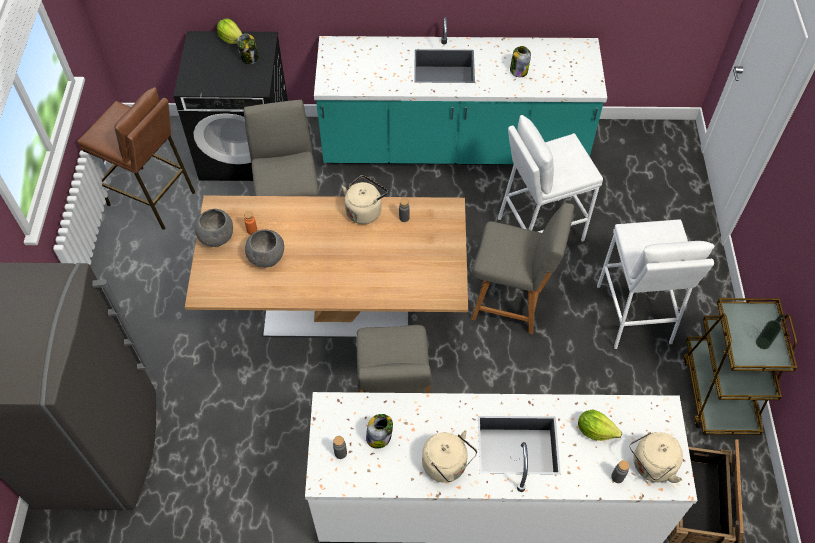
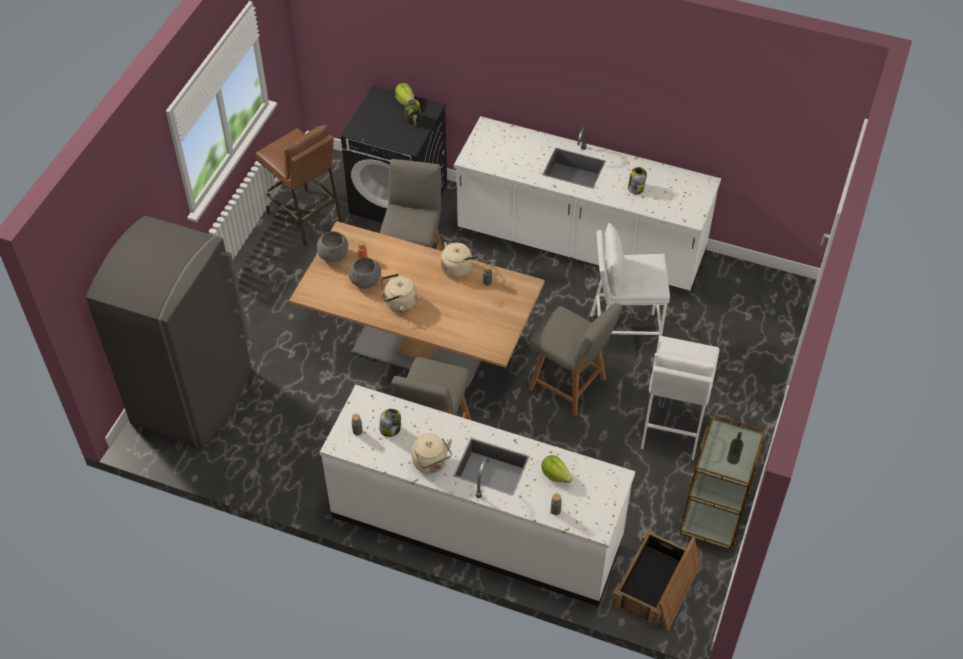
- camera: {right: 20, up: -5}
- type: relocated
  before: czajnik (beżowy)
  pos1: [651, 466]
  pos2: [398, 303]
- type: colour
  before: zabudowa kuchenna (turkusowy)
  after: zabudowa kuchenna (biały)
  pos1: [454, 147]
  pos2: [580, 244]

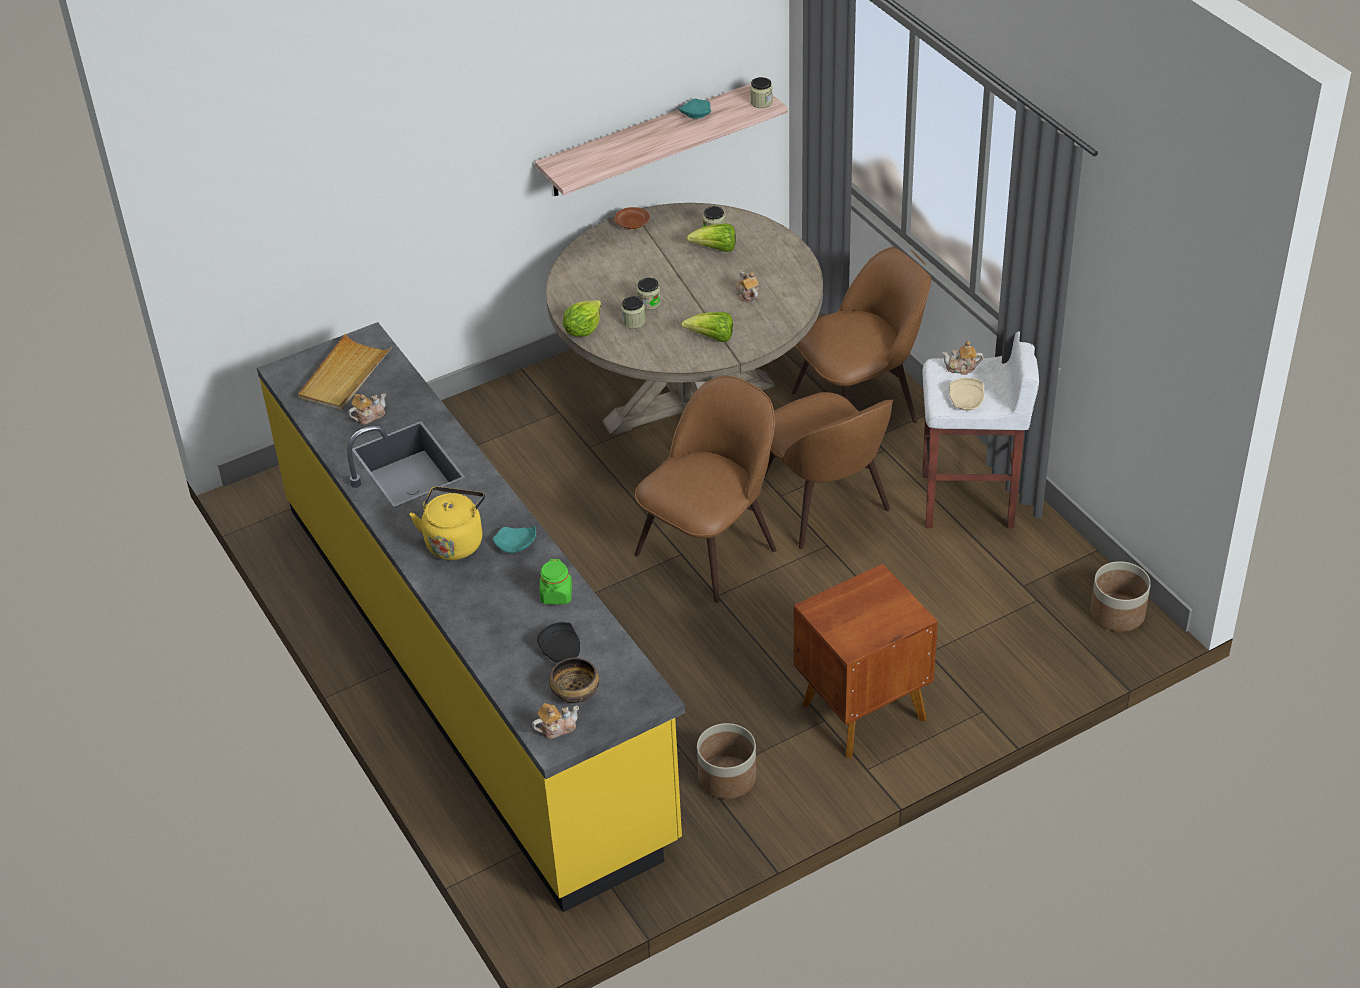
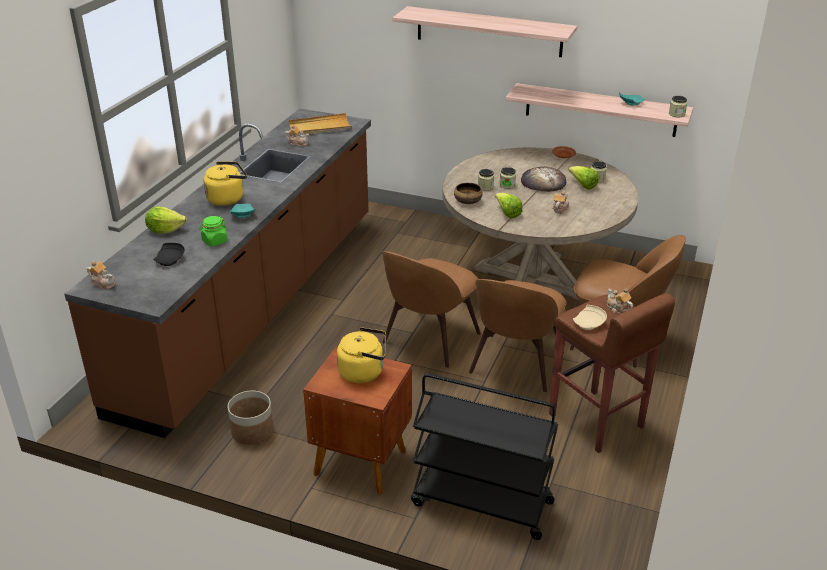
- camera: {right: 50, up: -10}
- type: colour
  before: zabudowa kuchenna (żółty)
  after: zabudowa kuchenna (brązowy)
  pos1: [473, 666]
  pos2: [256, 306]
- type: relocated
  before: sałata
  pos1: [583, 330]
  pos2: [165, 230]
- type: appeared
  after: czajnik (żółty)
  pos2: [364, 372]
- type: spun
  before: krzesło (brązowy)
  pos1: [709, 548]
  pos2: [429, 340]
  turn: 120
- type: appeared
  after: półka
  pos2: [489, 31]
- type: appeared
  after: wózek (czarny)
  pos2: [481, 503]
- type: relocated
  before: miska
  pos1: [575, 691]
  pos2: [467, 201]
- type: appeared
  after: chleb
  pos2: [543, 182]
- type: colour
  before: stołek (biały)
  after: stołek (brązowy)
  pos1: [969, 502]
  pos2: [596, 422]
- type: missing
  before: donica
  pos1: [1117, 613]

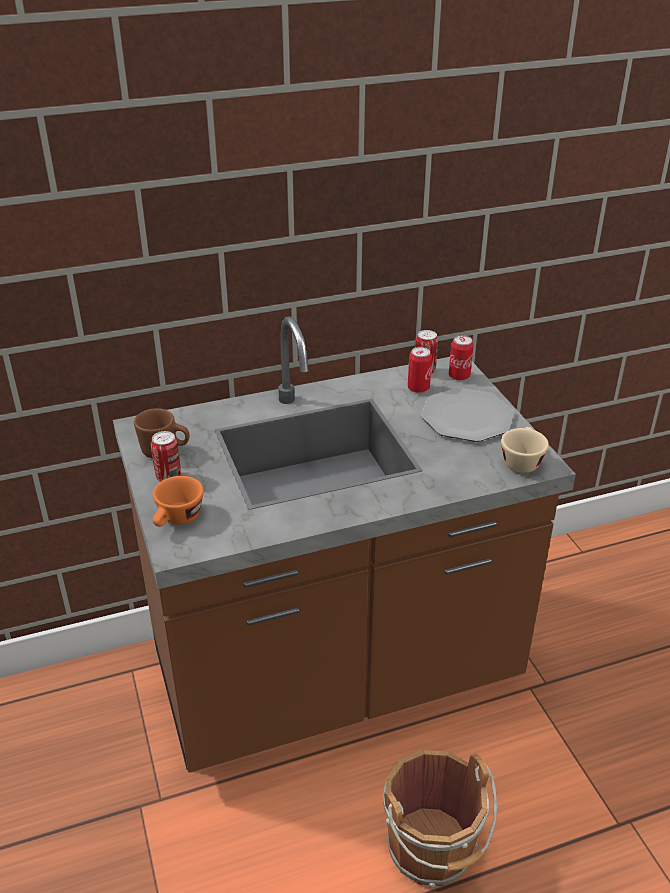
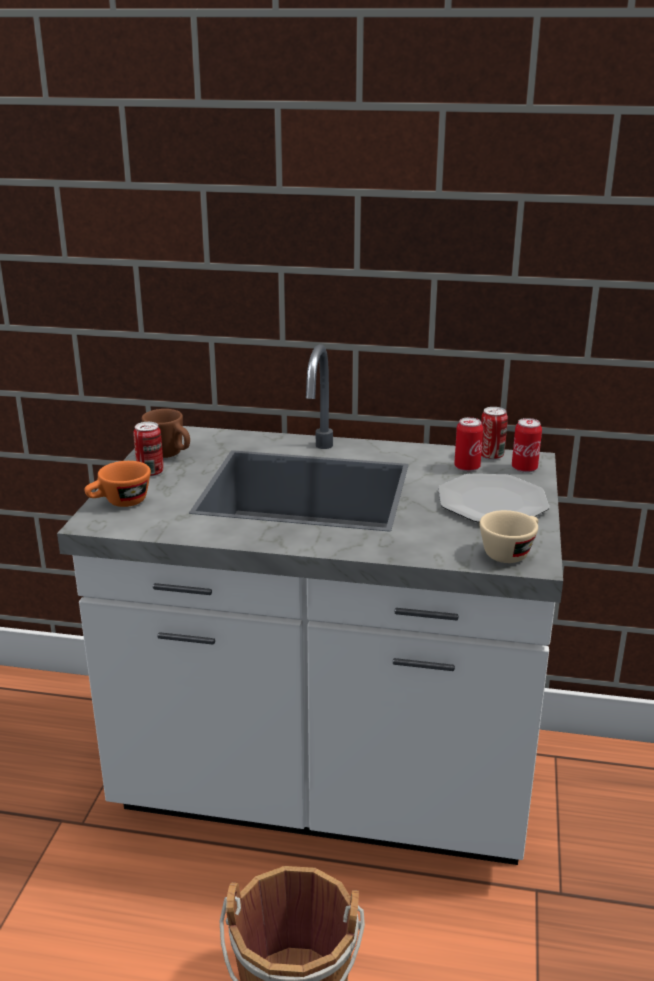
- camera: {right: 30, up: -10}
- type: colour
  before: zabudowa kuchenna (brązowy)
  after: zabudowa kuchenna (biały)
  pos1: [335, 675]
  pos2: [327, 786]

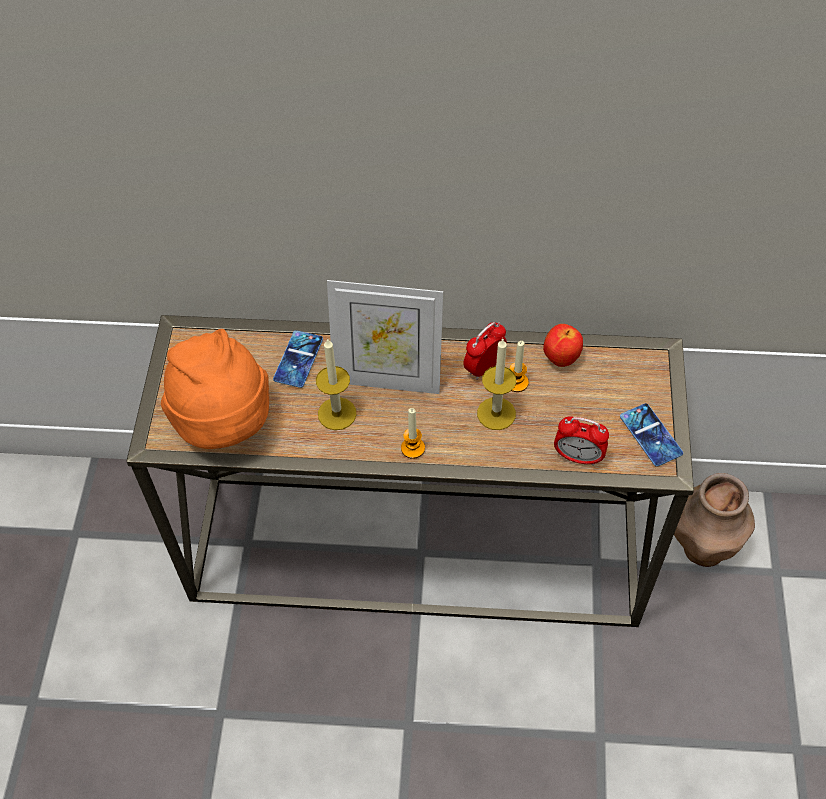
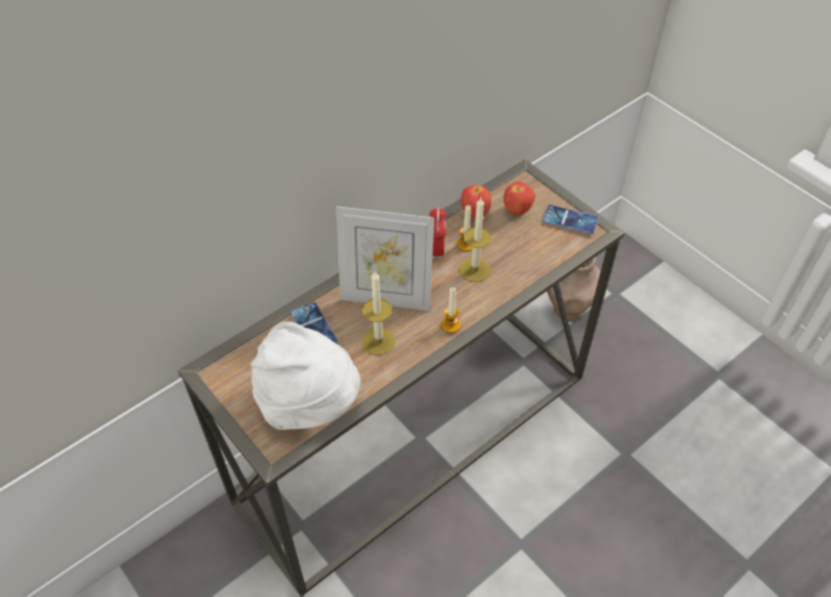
- camera: {right: -45, up: -5}
- type: colour
  before: kapelusz (pomarańczowy)
  after: kapelusz (biały)
  pos1: [224, 422]
  pos2: [309, 403]
- type: spun
  before: ramka na zdjęcie
  pos1: [387, 379]
  pos2: [386, 297]
  turn: 45
- type: appeared
  after: jabłko
  pos2: [517, 211]
- type: missing
  before: budzik
  pos1: [578, 457]

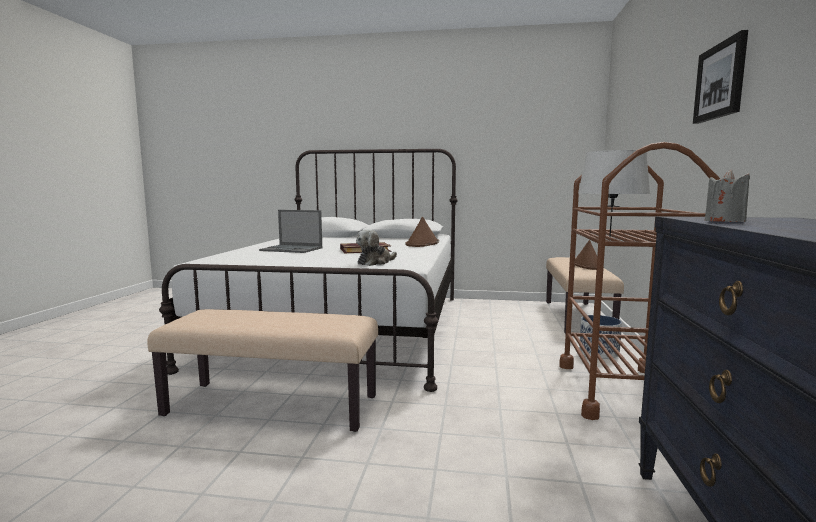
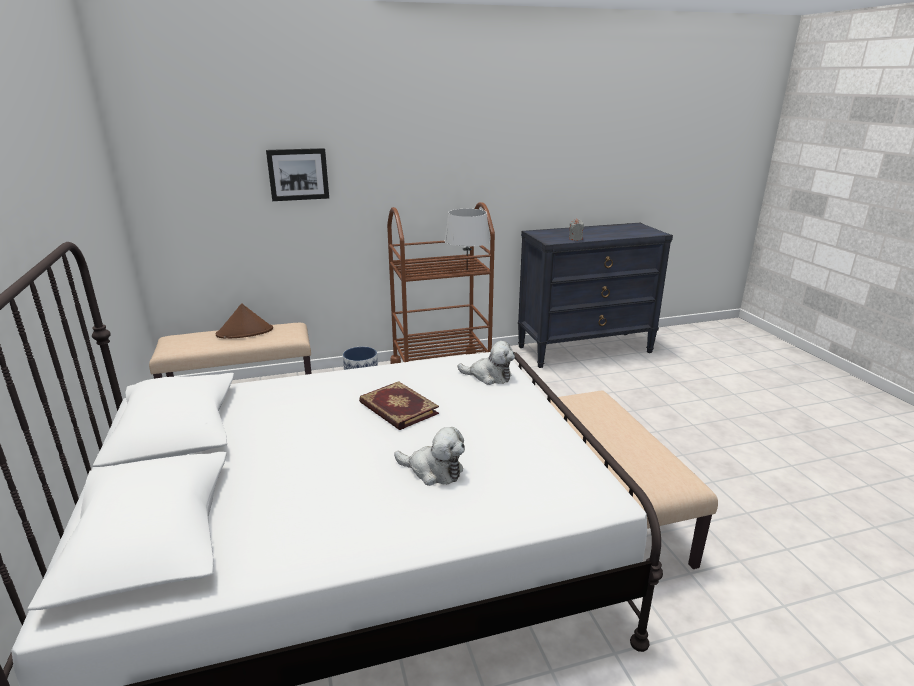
- camera: {right: -115, up: 15}
- type: relocated
  before: obraz
  pos1: [721, 81]
  pos2: [298, 174]
- type: exchanged
  before: laptop
  after: pluszak
  pos1: [292, 249]
  pos2: [433, 471]
- type: missing
  before: kapelusz (brązowy)
  pos1: [422, 244]

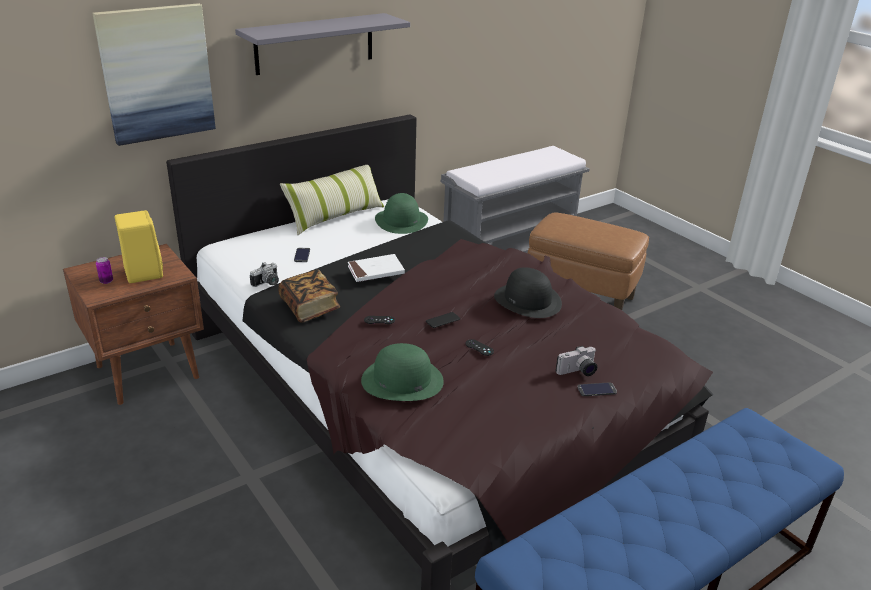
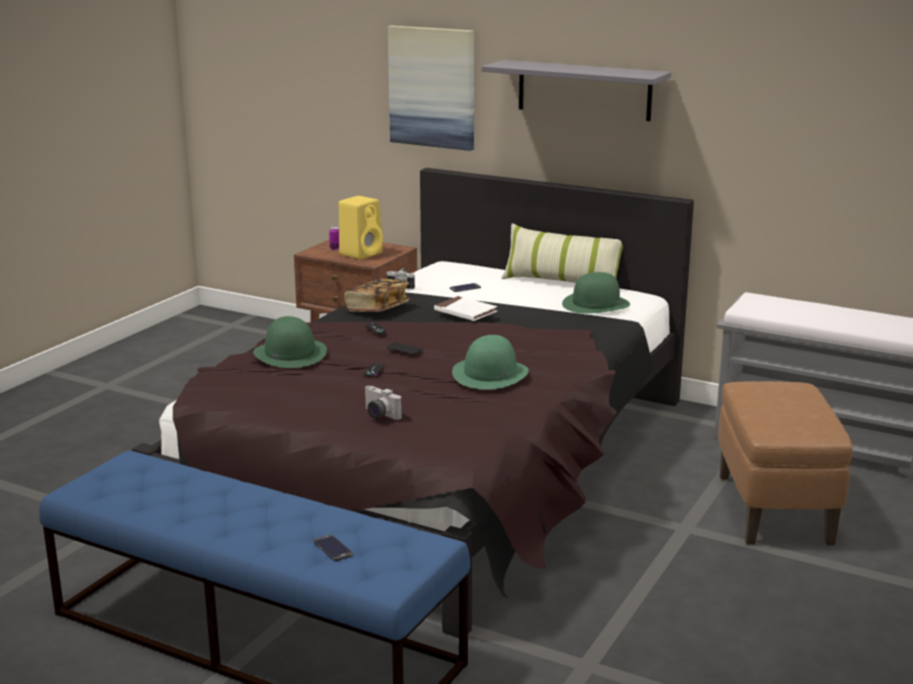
- camera: {right: 65, up: -10}
- type: relocated
  before: telefon
  pos1: [597, 390]
  pos2: [333, 548]
- type: colour
  before: kapelusz (czarny)
  after: kapelusz (zielony)
  pos1: [528, 300]
  pos2: [490, 374]

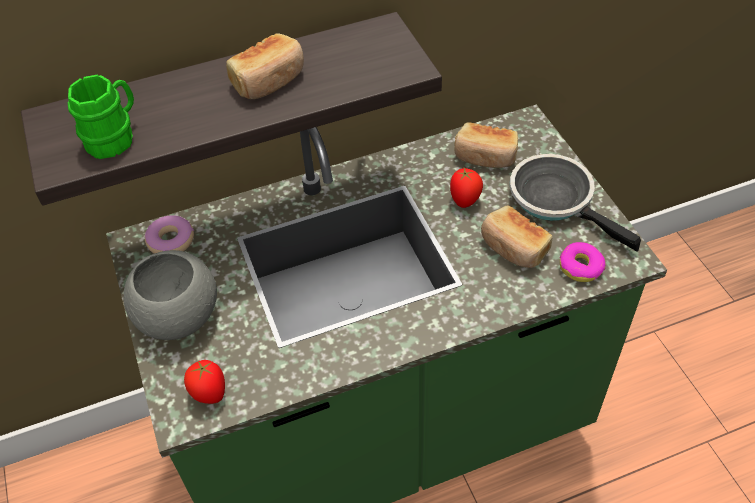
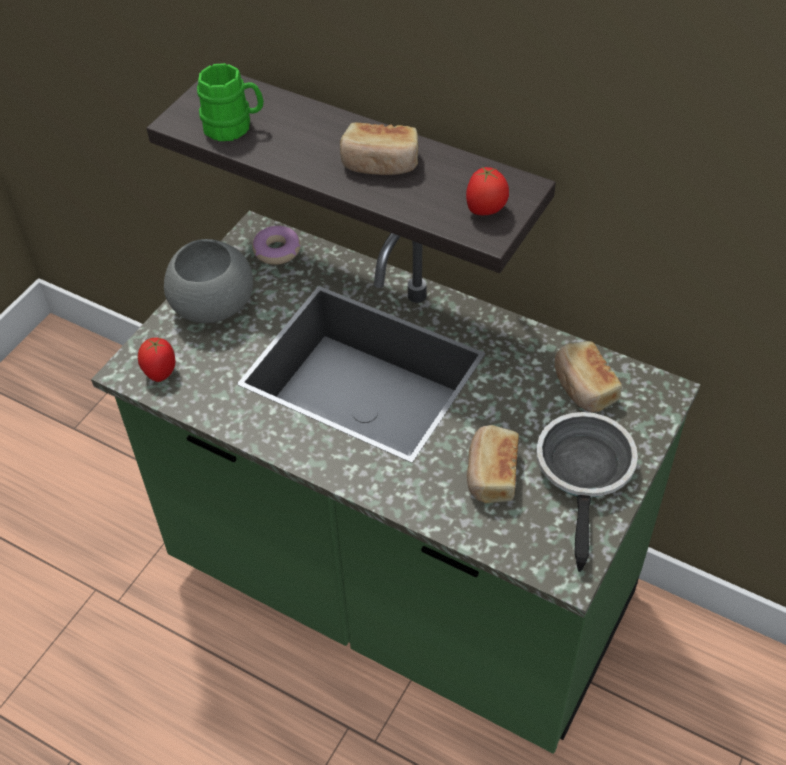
- camera: {right: 50, up: 0}
- type: relocated
  before: pomidor
  pos1: [465, 200]
  pos2: [486, 211]
- type: missing
  before: donut
  pos1: [581, 267]

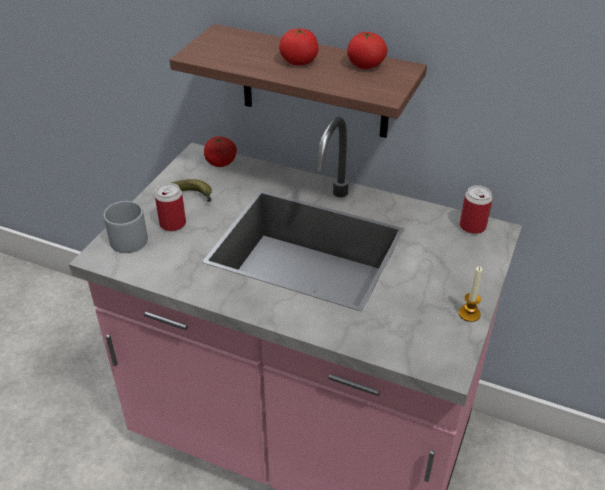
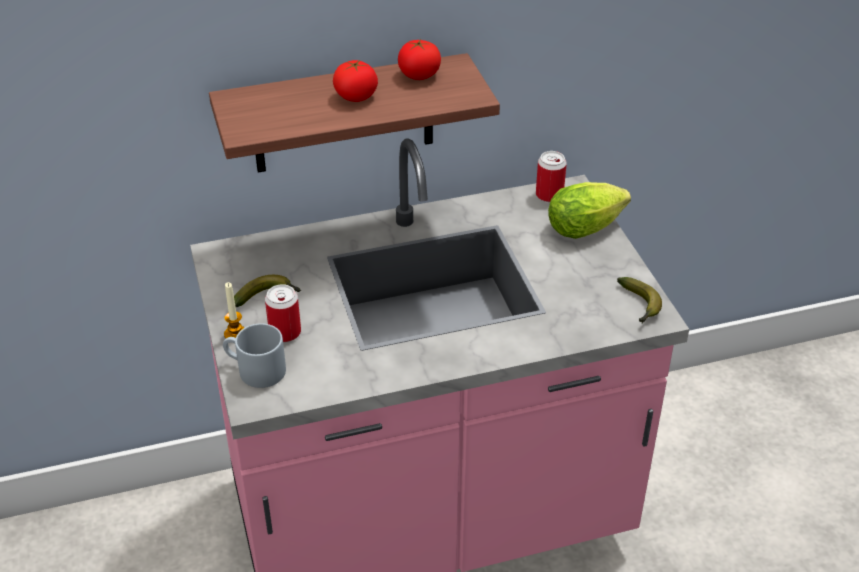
- camera: {right: -40, up: 0}
- type: relocated
  before: świeca
  pos1: [469, 314]
  pos2: [235, 334]
- type: appeared
  after: sałata
  pos2: [588, 227]
- type: appeared
  after: banan
  pos2: [639, 306]
- type: missing
  before: pomidor
  pos1: [221, 163]

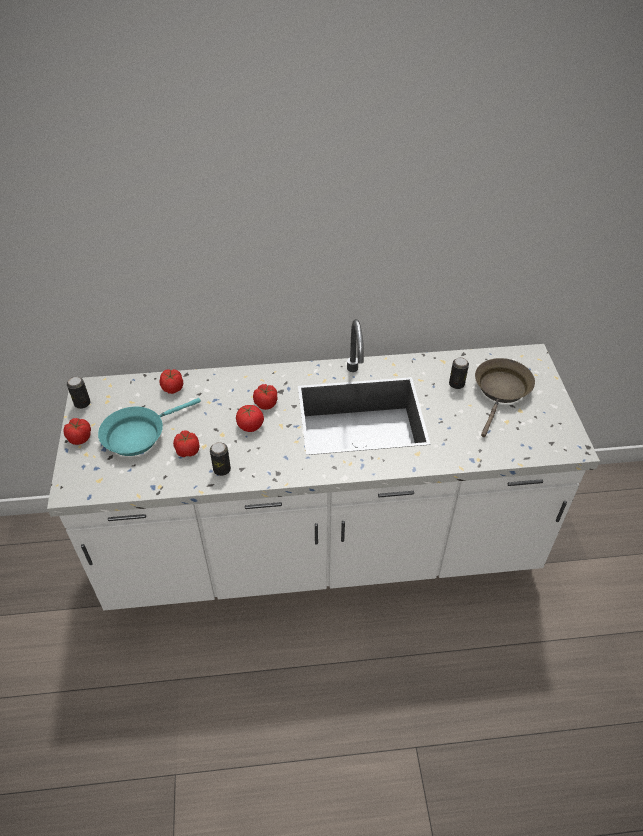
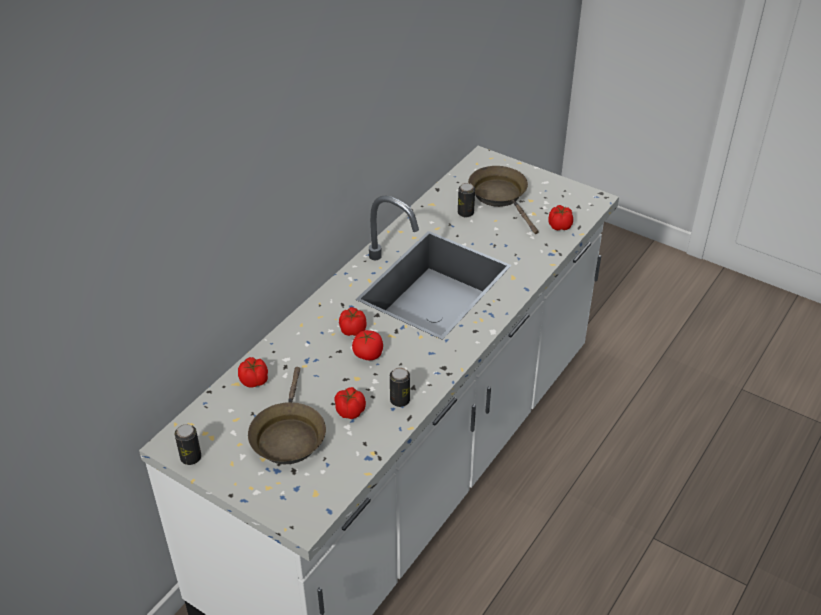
- camera: {right: -50, up: -5}
- type: colour
  before: patelnia (turkusowy)
  after: patelnia (brązowy)
  pos1: [138, 434]
  pos2: [288, 435]
- type: relocated
  before: pomidor
  pos1: [80, 438]
  pos2: [559, 226]

